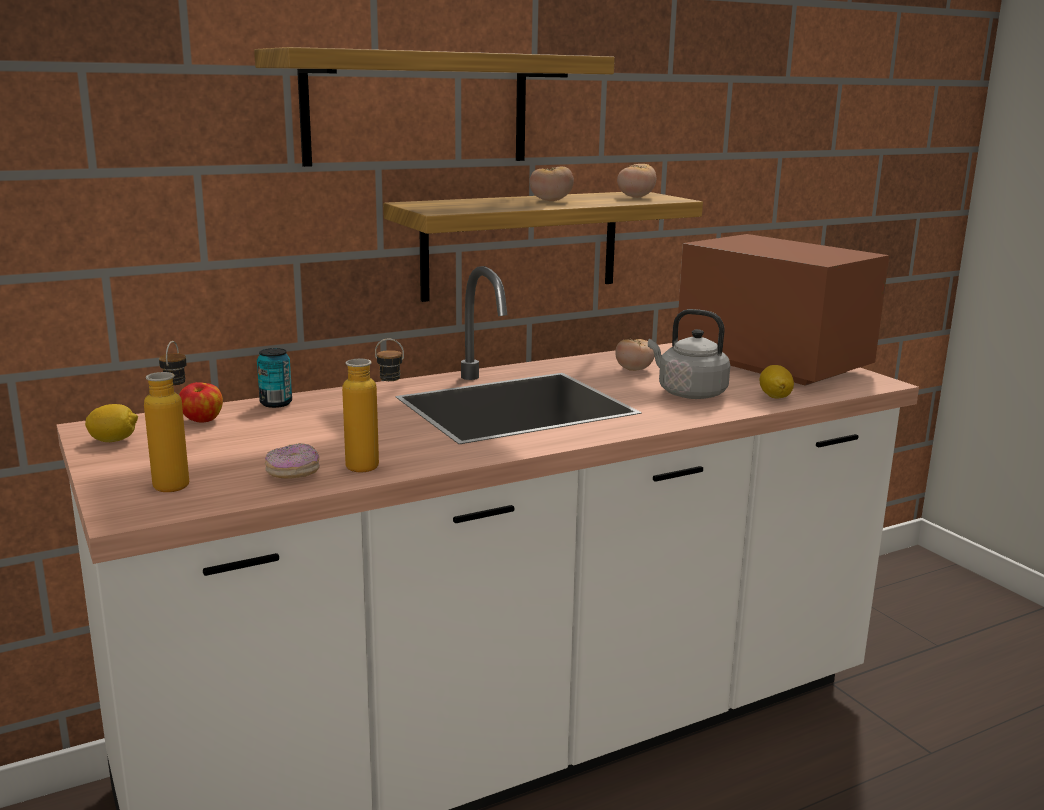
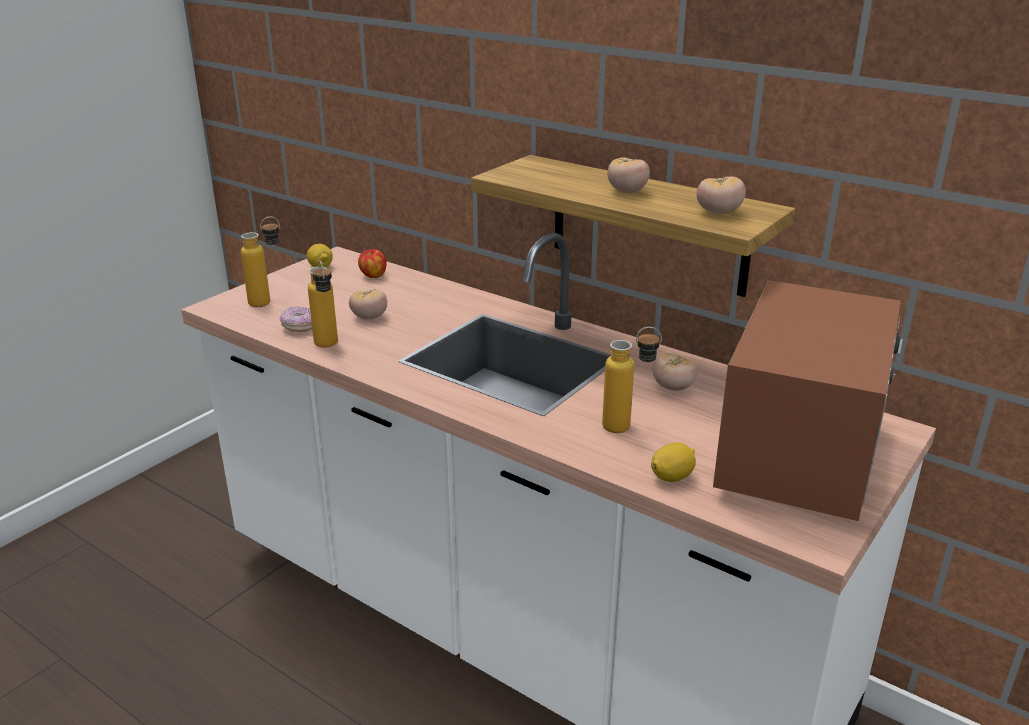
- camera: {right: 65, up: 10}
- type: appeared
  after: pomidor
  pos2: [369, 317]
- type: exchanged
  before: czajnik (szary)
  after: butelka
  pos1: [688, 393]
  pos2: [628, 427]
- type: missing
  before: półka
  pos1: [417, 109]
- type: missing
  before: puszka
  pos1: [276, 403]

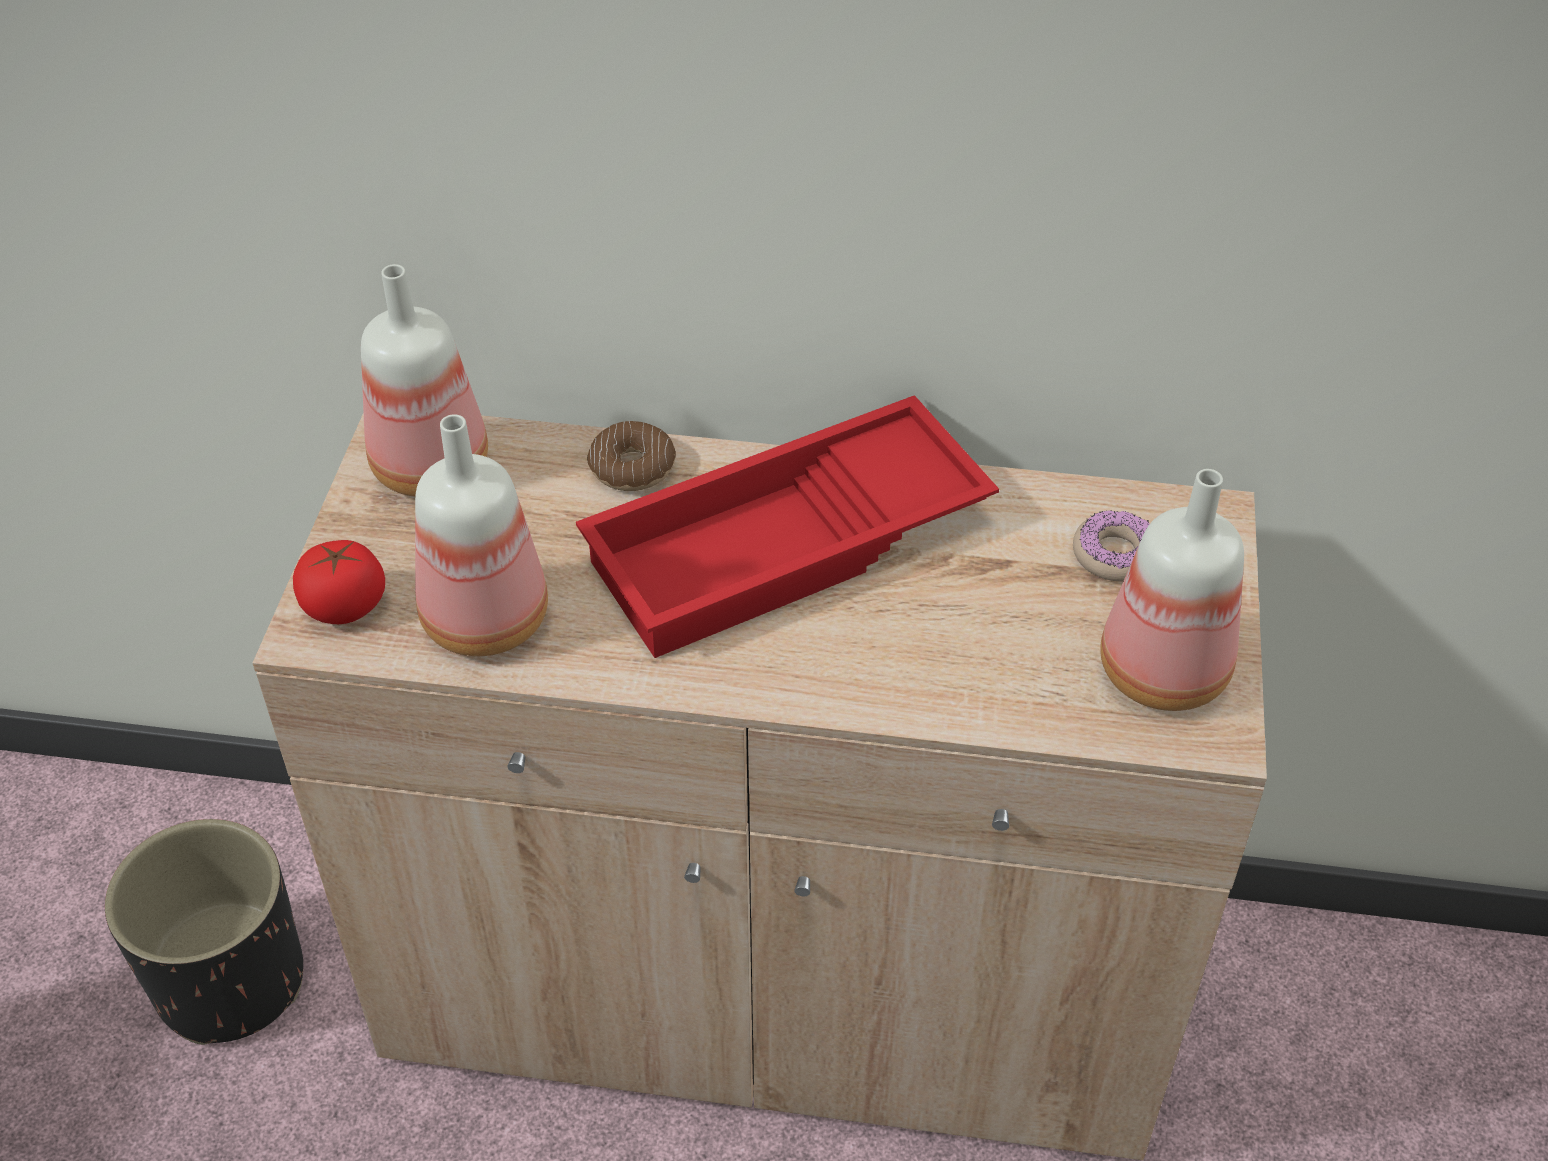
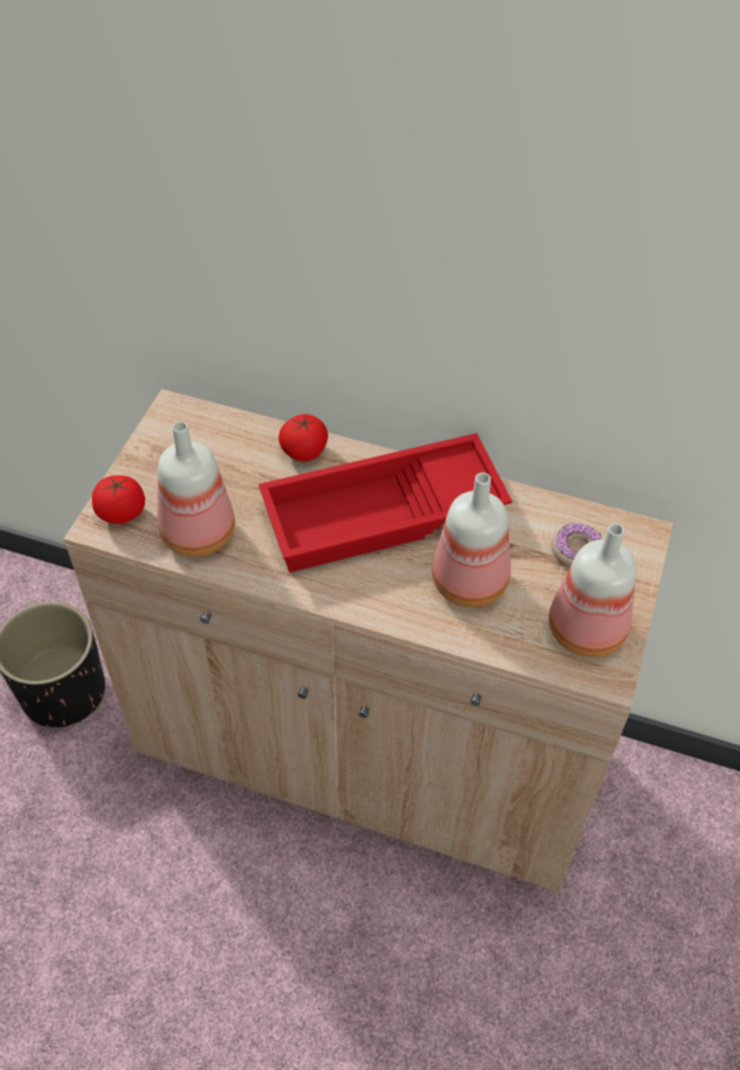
- camera: {right: 10, up: 5}
- type: exchanged
  before: donut
  after: pomidor
  pos1: [632, 467]
  pos2: [304, 451]
- type: relocated
  before: butelka
  pos1: [434, 465]
  pos2: [471, 580]

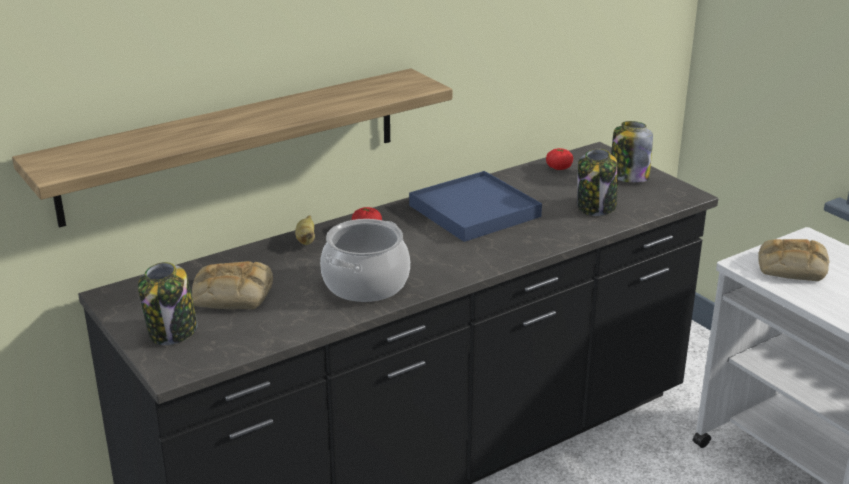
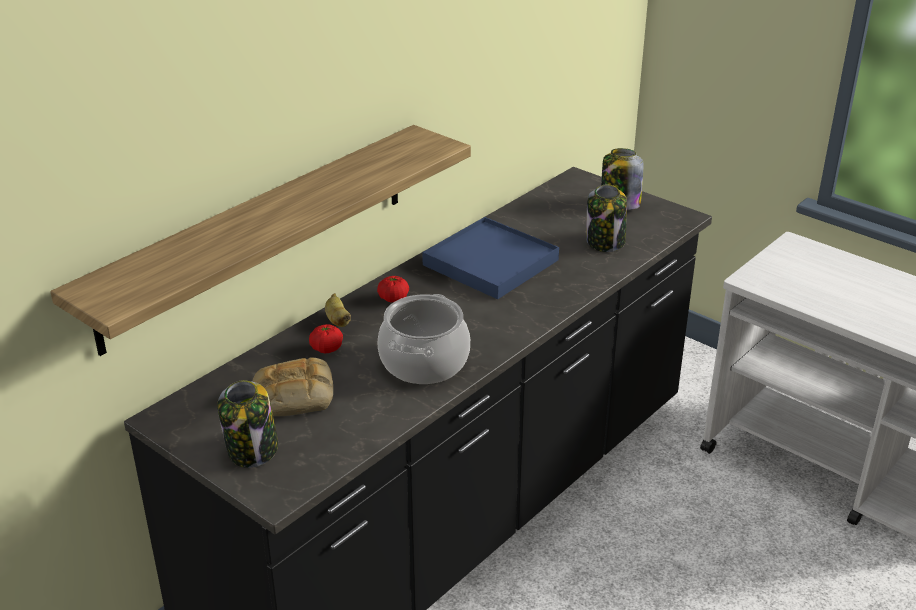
- camera: {right: -15, up: 5}
- type: relocated
  before: pomidor
  pos1: [559, 168]
  pos2: [326, 349]
- type: missing
  before: chleb
  pos1: [791, 267]

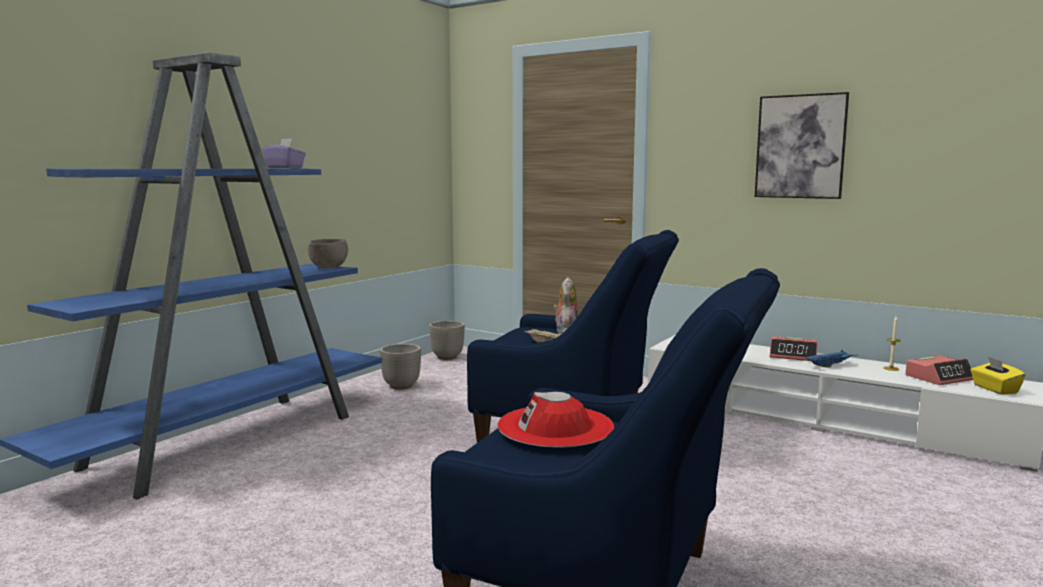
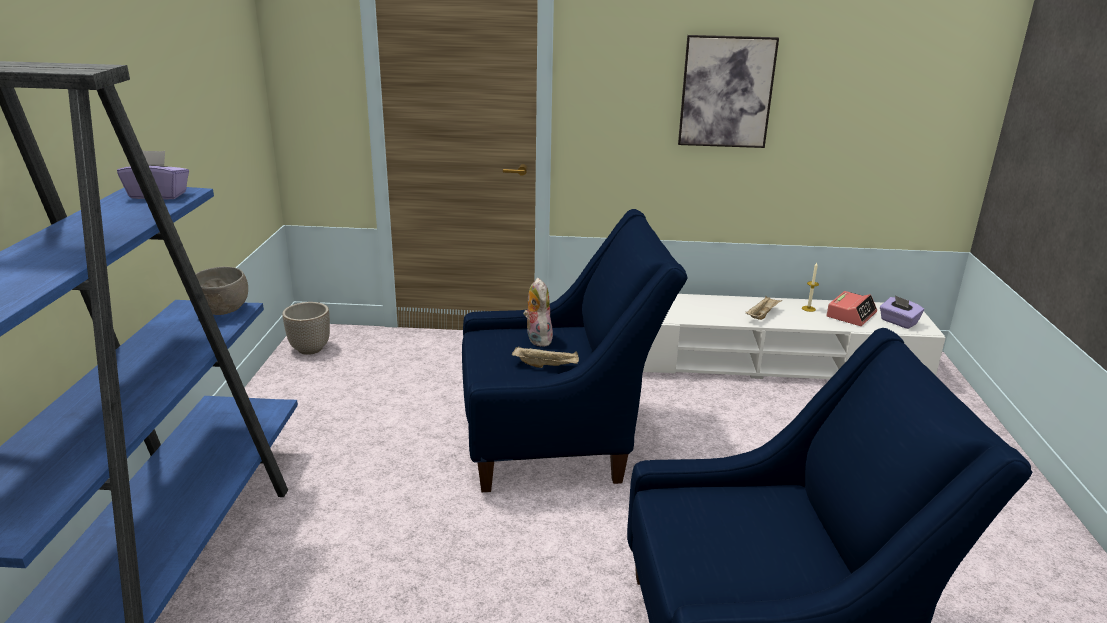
- camera: {right: -30, up: 15}
- type: colour
  before: taca (niebieski)
  after: taca (beżowy)
  pos1: [830, 365]
  pos2: [762, 315]
- type: colour
  before: pudełko chusteczek (żółty)
  after: pudełko chusteczek (fioletowy)
  pos1: [994, 389]
  pos2: [898, 322]
- type: missing
  before: donica
  pos1: [401, 386]
- type: missing
  before: kapelusz (czerwony)
  pos1: [555, 426]
- type: missing
  before: budzik
  pos1: [793, 356]

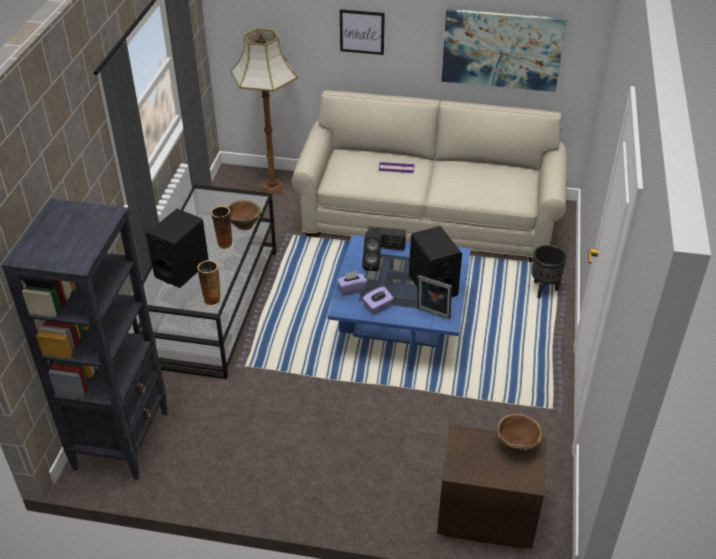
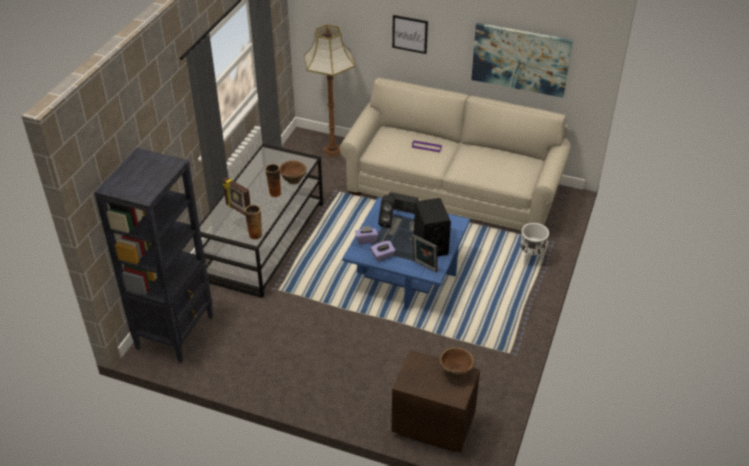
- camera: {right: 10, up: 0}
- type: exchanged
  before: głośnik (czarny)
  after: ramka na zdjęcie
  pos1: [182, 269]
  pos2: [238, 209]
- type: colour
  before: donica (czarny)
  after: donica (biały)
  pos1: [543, 290]
  pos2: [530, 259]

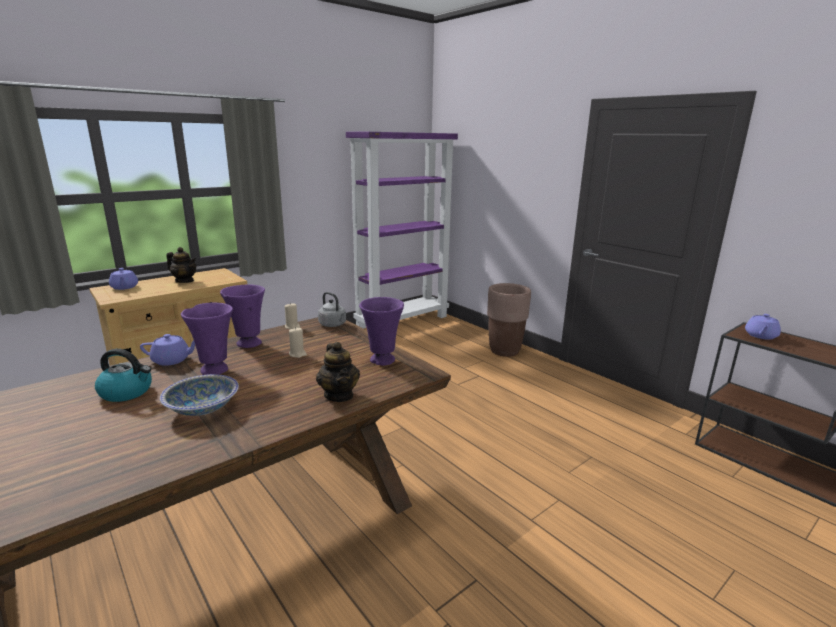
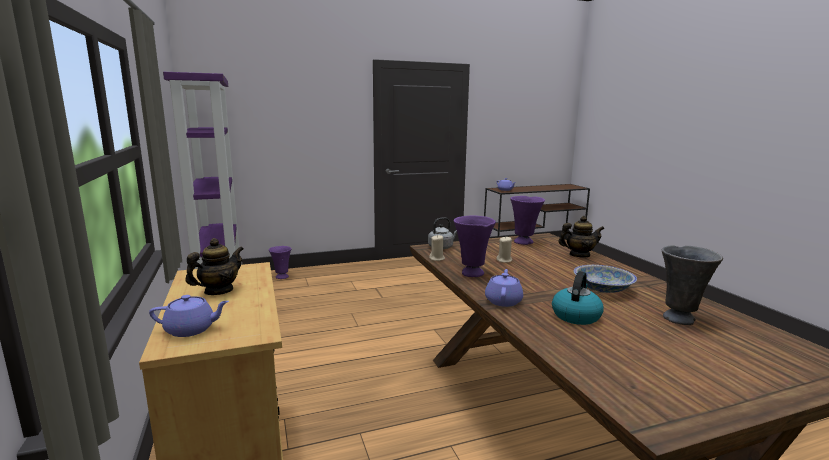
- camera: {right: -70, up: -5}
- type: relocated
  before: wazon (fioletowy)
  pos1: [215, 369]
  pos2: [281, 277]
- type: appeared
  after: wazon (szary)
  pos2: [680, 318]
- type: missing
  before: donica (brązowy)
  pos1: [504, 351]

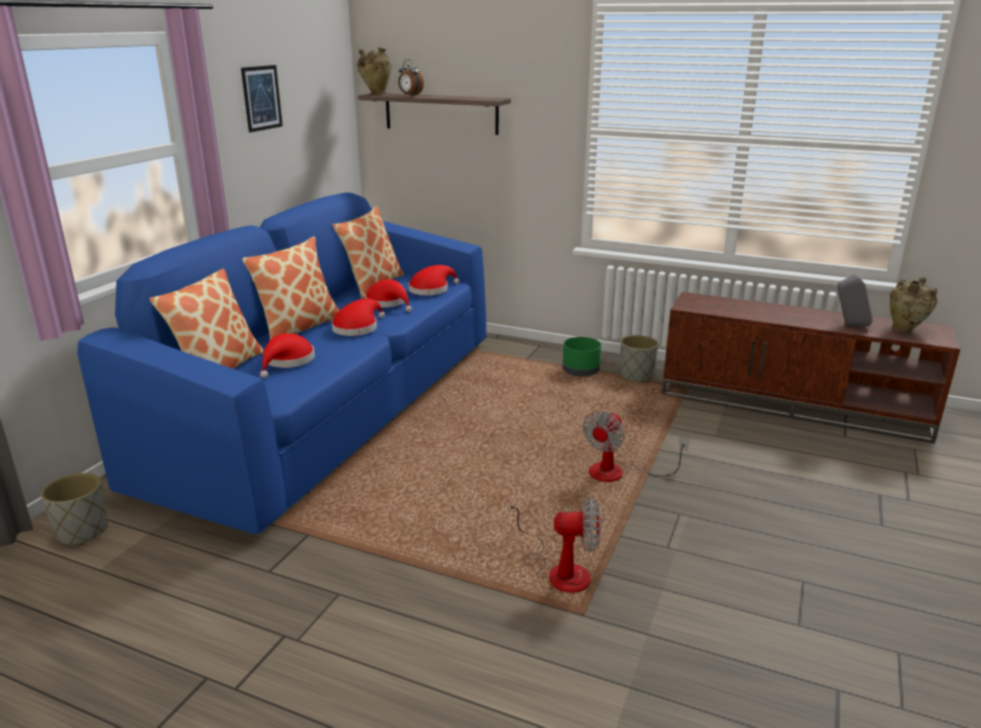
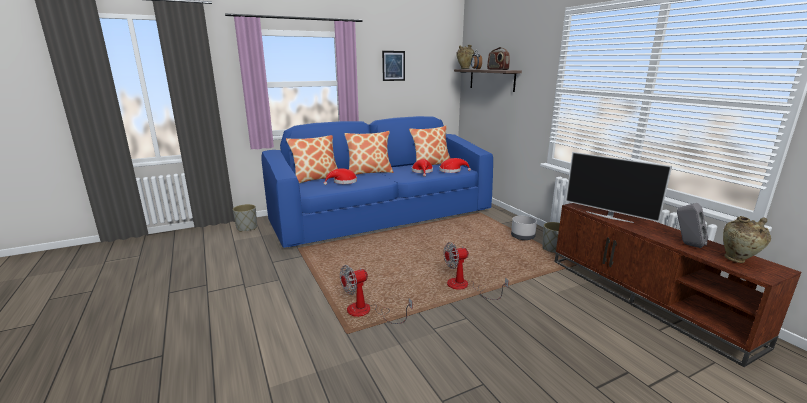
- camera: {right: 40, up: -5}
- type: spun
  before: wentylator
  pos1: [559, 570]
  pos2: [367, 312]
  turn: 105
- type: appeared
  after: radio
  pos2: [497, 69]
- type: colour
  before: donica (zielony)
  after: donica (szary)
  pos1: [581, 371]
  pos2: [522, 237]
- type: appeared
  after: telewizor
  pos2: [609, 217]
- type: missing
  before: kapelusz (czerwony)
  pos1: [357, 328]

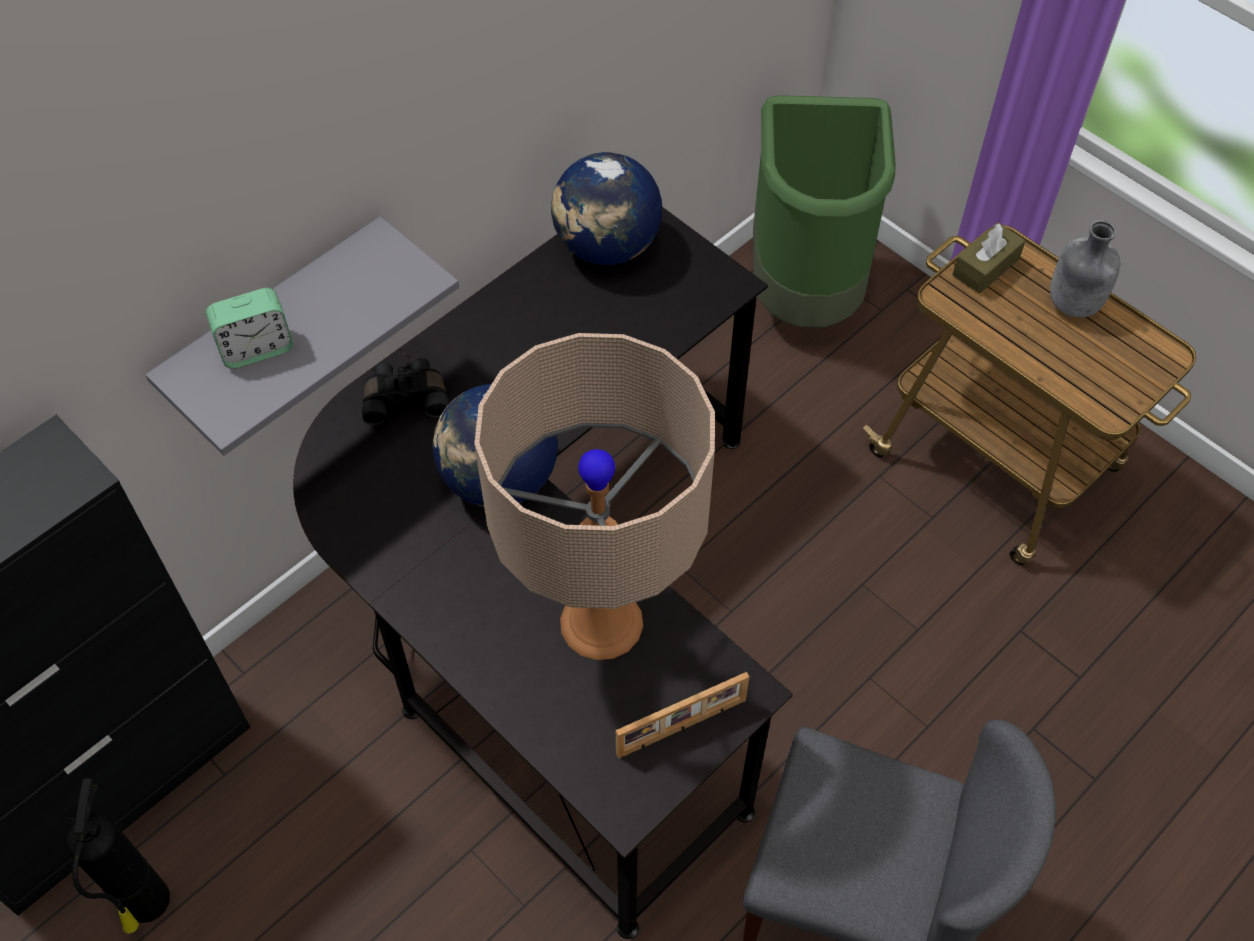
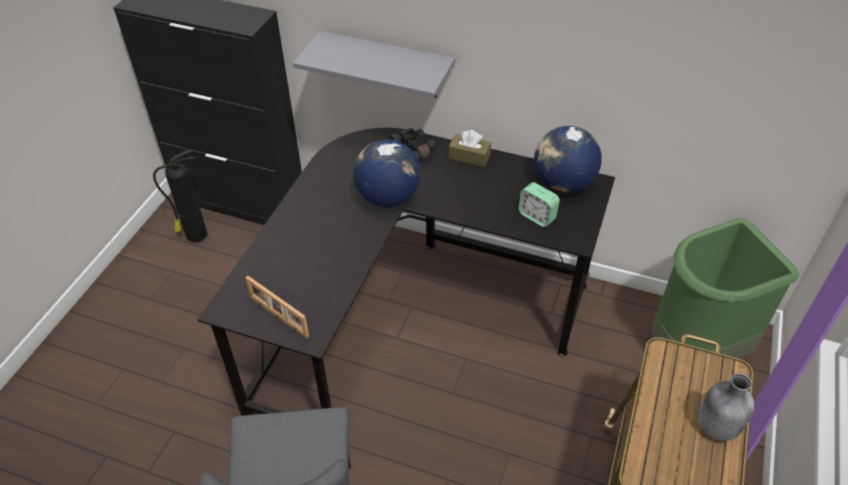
- camera: {right: 65, up: -10}
- type: relocated
  before: pudełko chusteczek (brązowy)
  pos1: [985, 267]
  pos2: [469, 156]
- type: relocated
  before: budzik
  pos1: [256, 348]
  pos2: [537, 216]
- type: missing
  before: lampa stołowa (beżowy)
  pos1: [601, 622]

